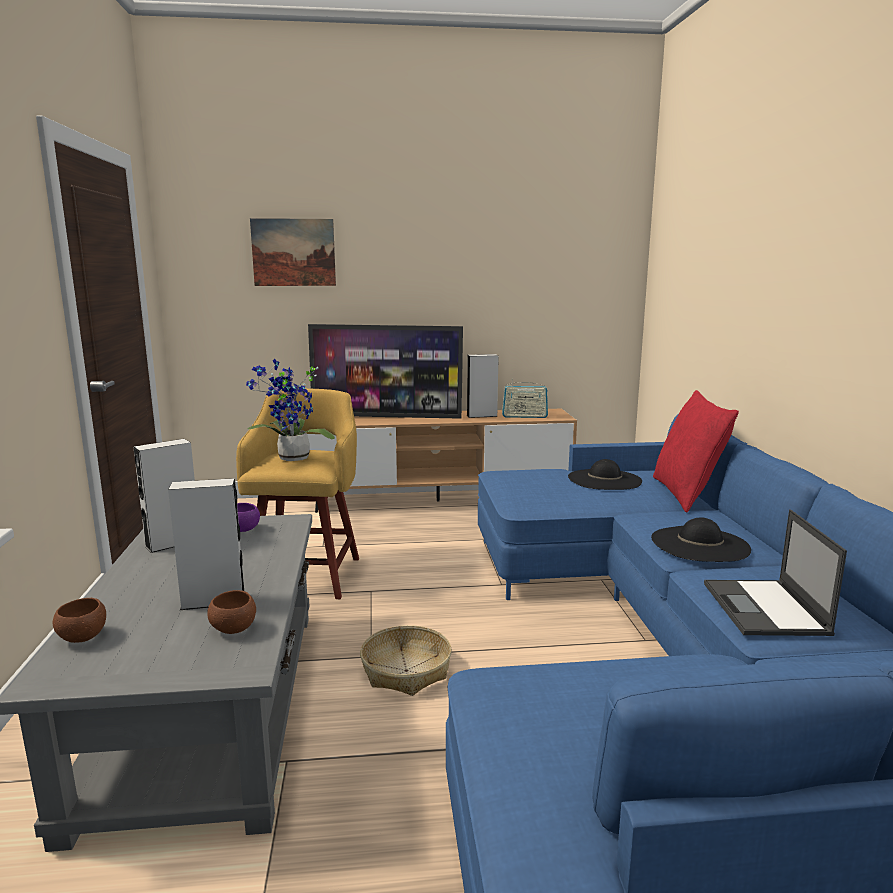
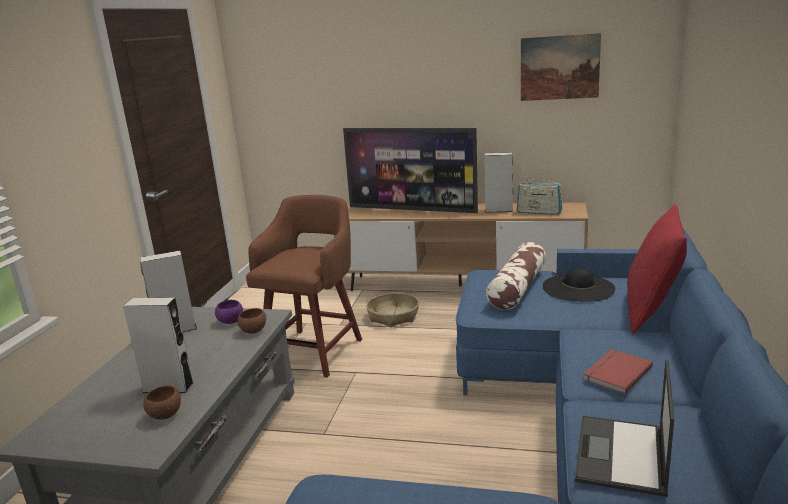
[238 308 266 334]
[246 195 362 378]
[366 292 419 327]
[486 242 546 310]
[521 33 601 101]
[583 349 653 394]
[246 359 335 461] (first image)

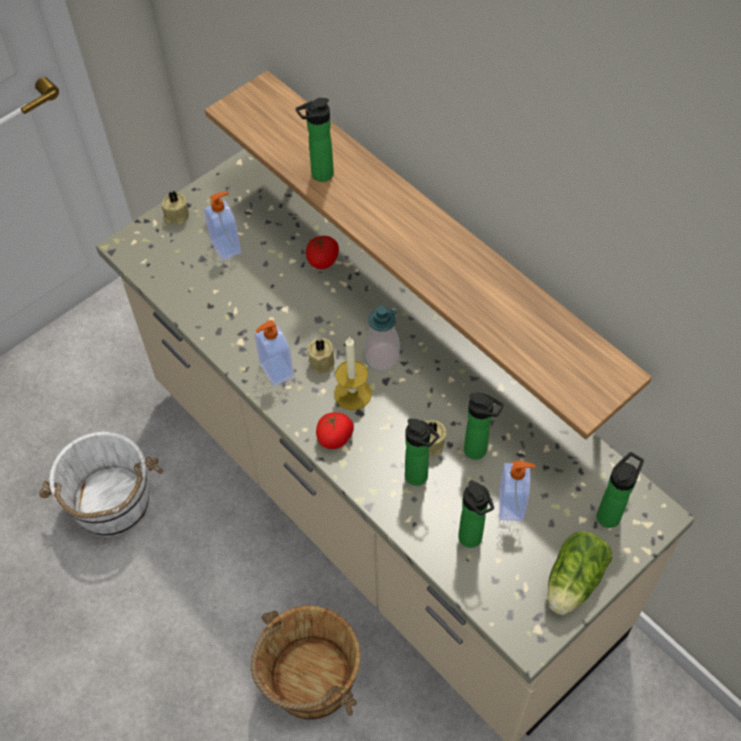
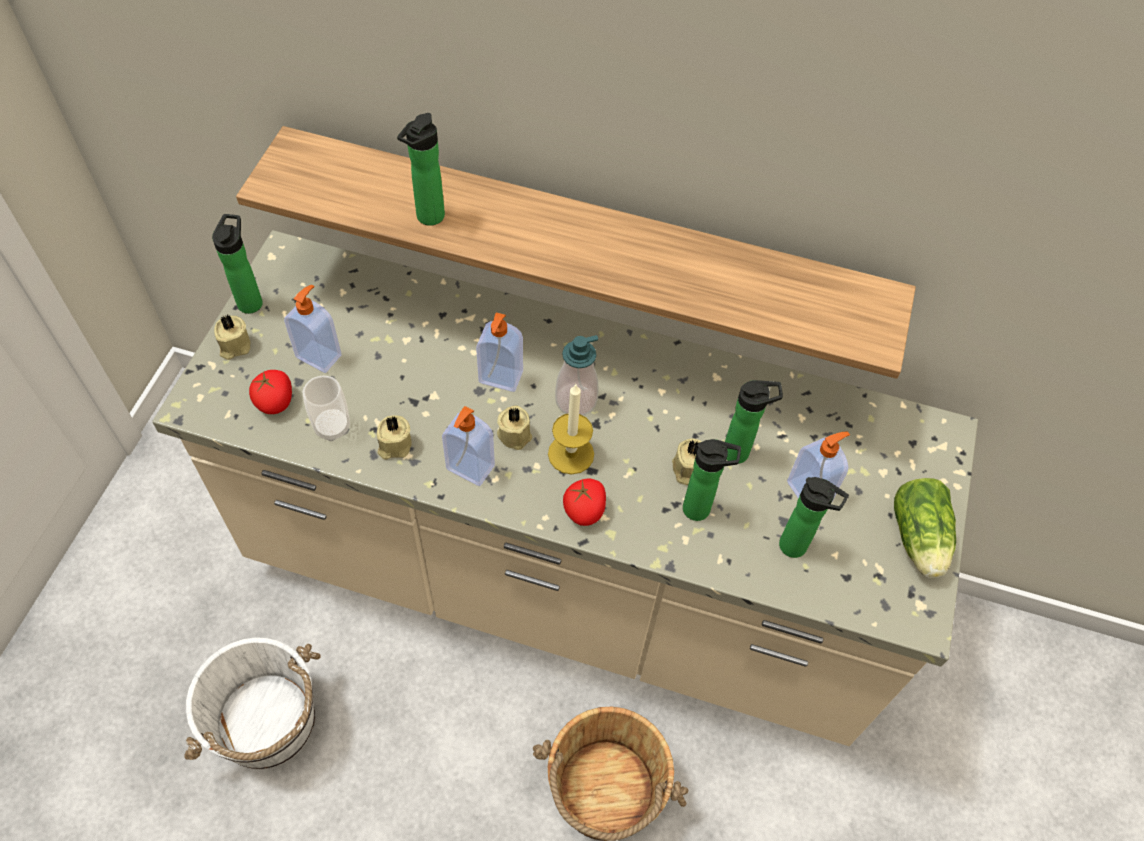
[212 214 263 314]
[249 370 292 414]
[302 376 350 441]
[377 415 412 459]
[476 312 523 392]

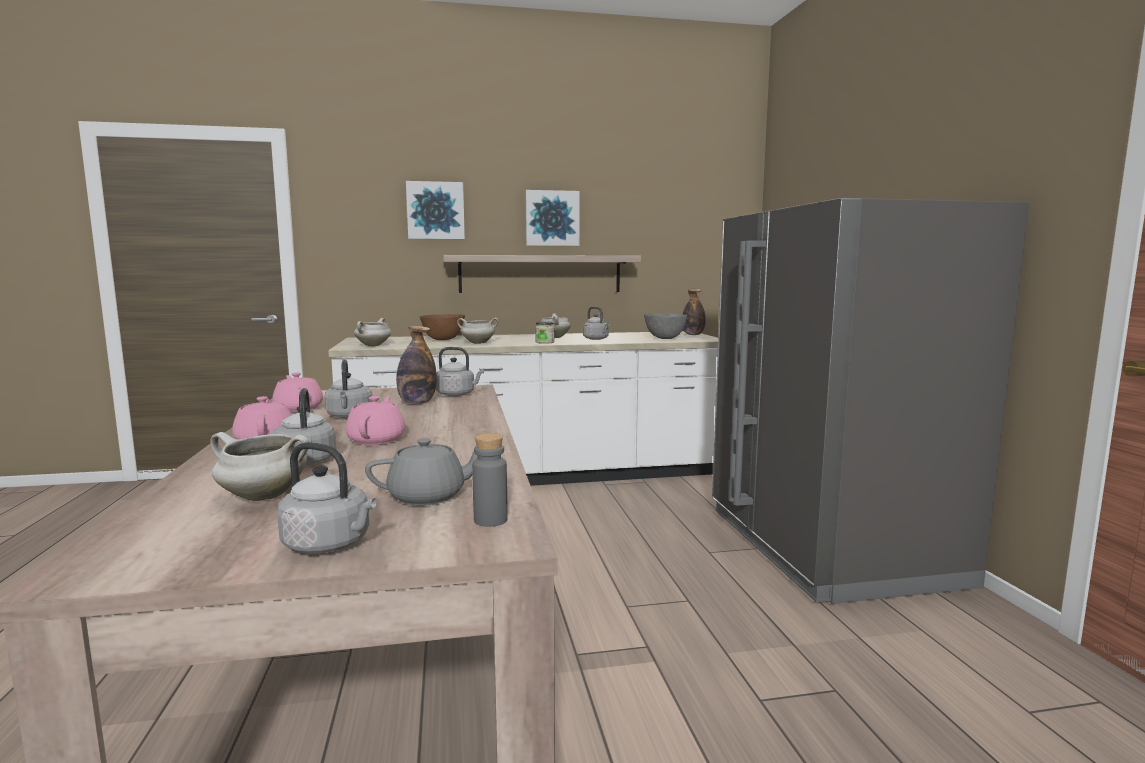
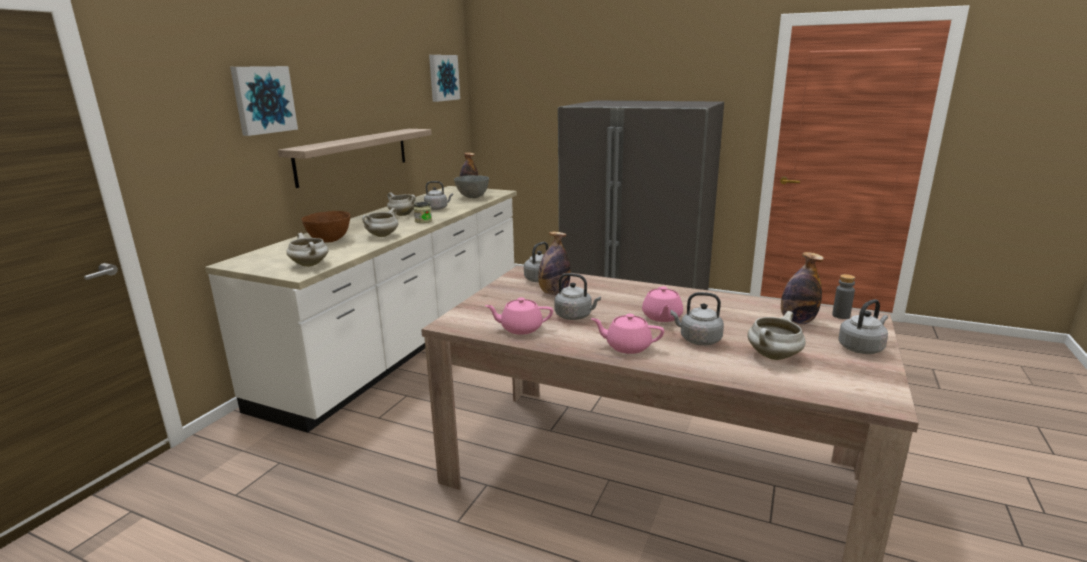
[429 55 460 102]
[642 286 683 322]
[781 252 824 324]

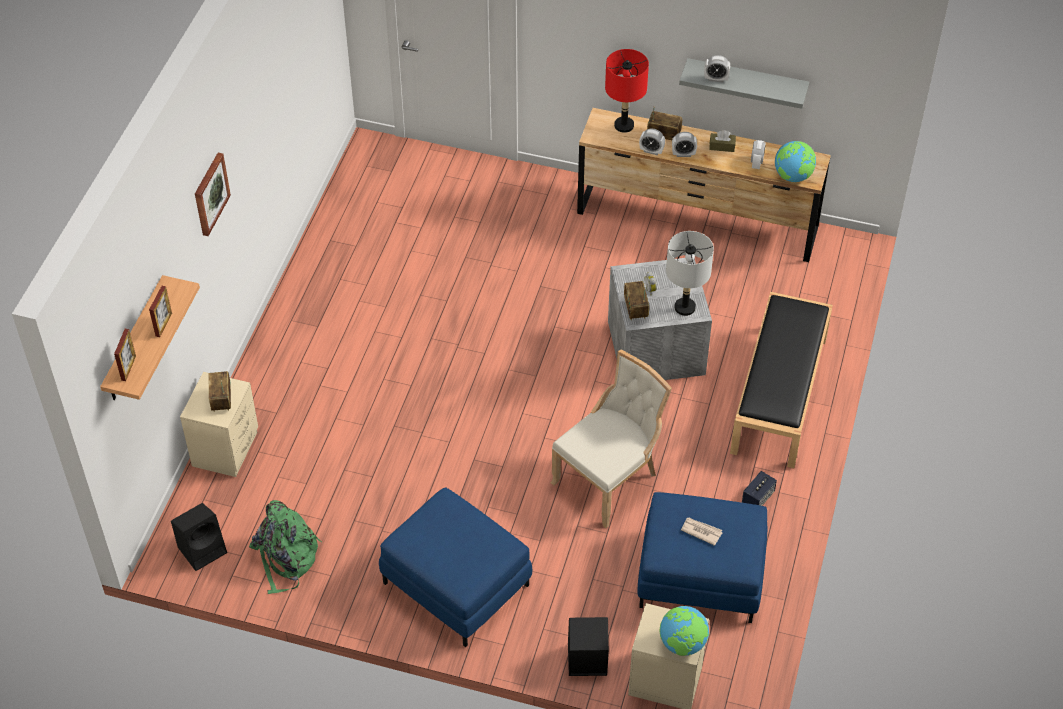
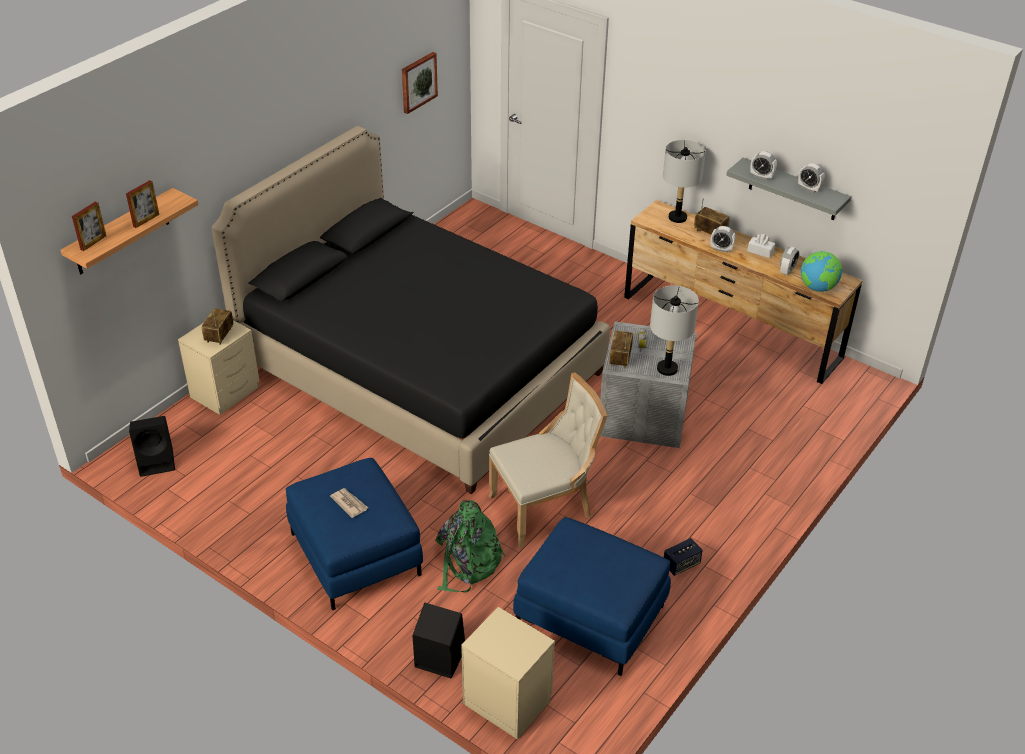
[212 126 610 494]
[330 488 368 518]
[402 52 438 114]
[435 500 506 592]
[663 140 706 223]
[747 234 775 258]
[798 163 825 193]
[660 606 709 656] (first image)
[730 292 833 468] (first image)

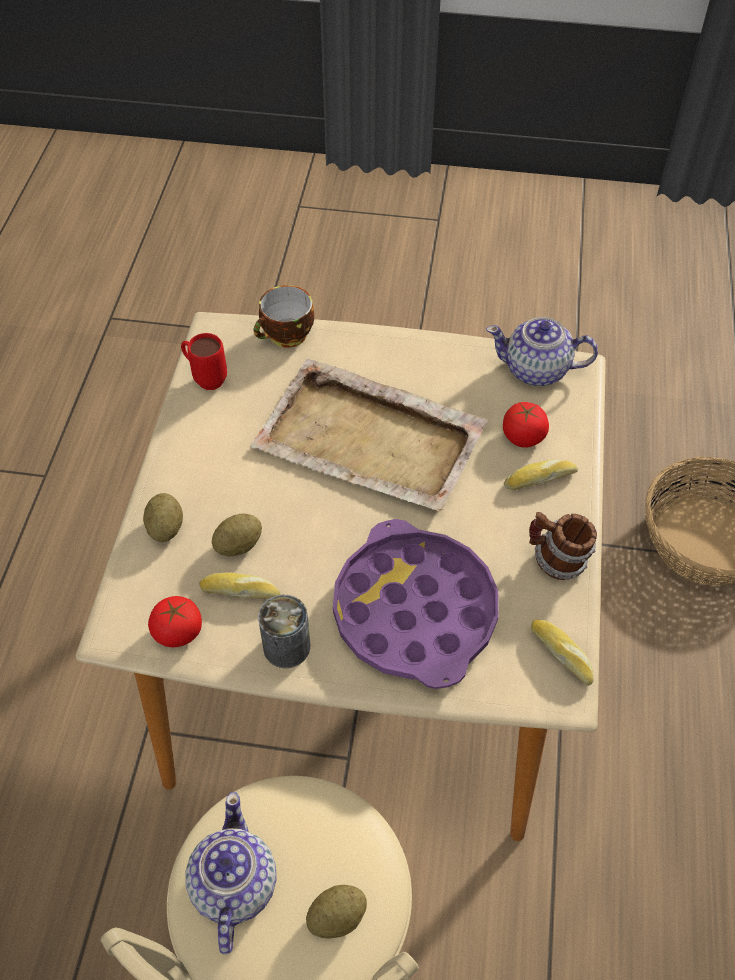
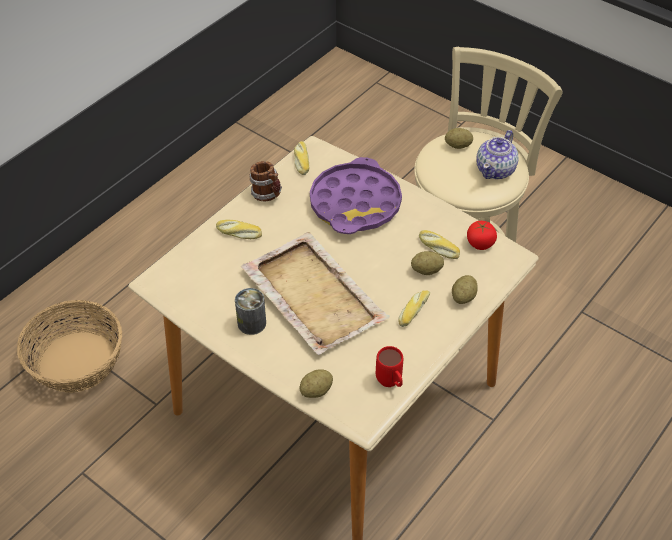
[235 288 266 335]
[299 369 333 398]
[398 290 430 327]
[486 317 598 386] (first image)
[503 402 549 448] (first image)

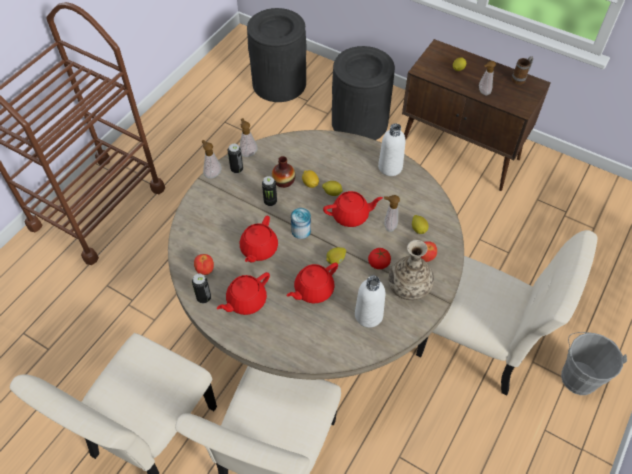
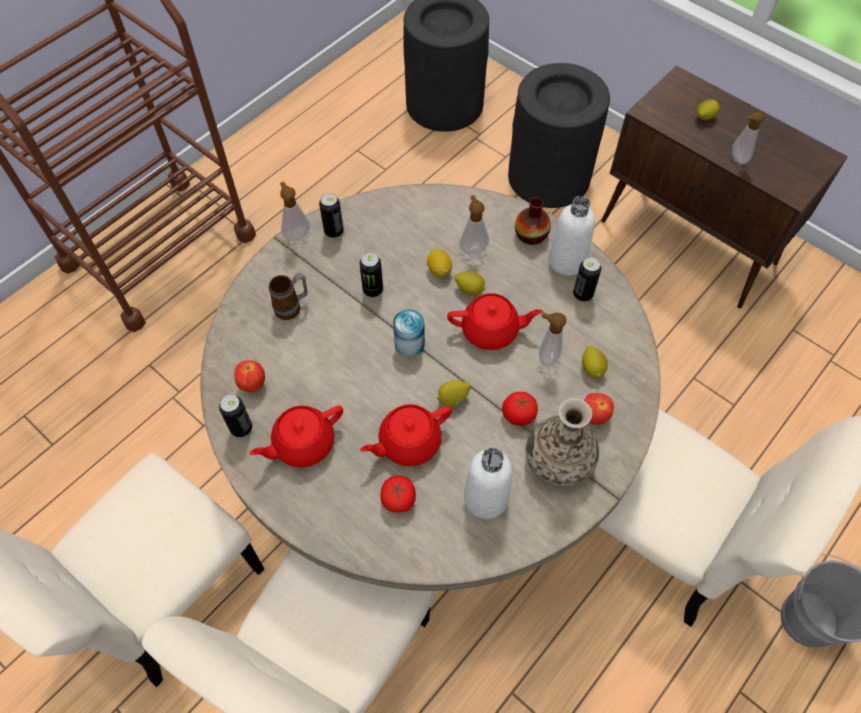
[269 273 308 320]
[380 476 416 513]
[459 195 489 254]
[515 197 551 245]
[573 257 602 302]
[240 216 278 263] (first image)

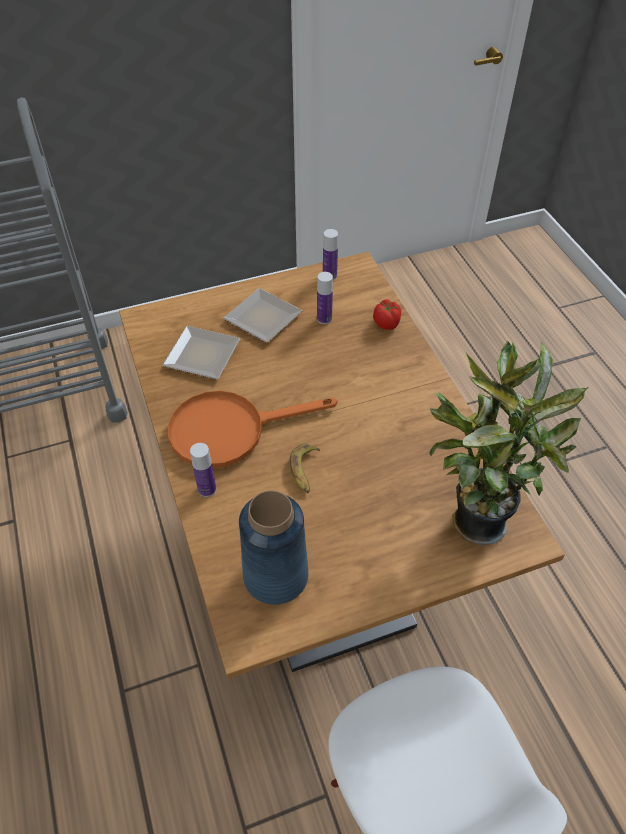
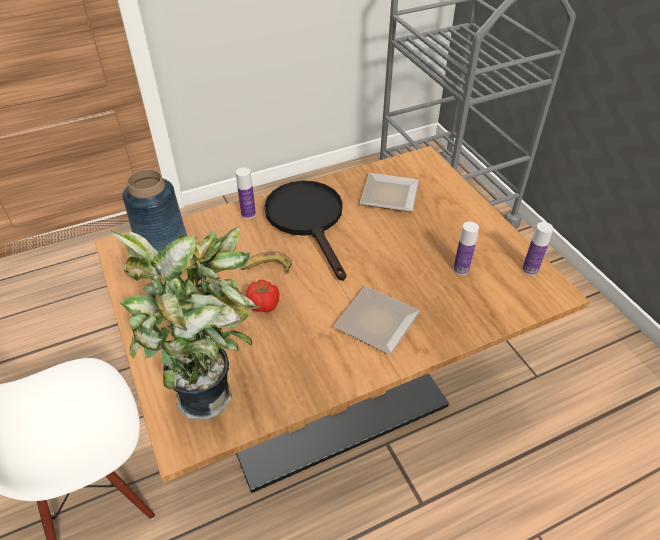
[246 280 279 313]
[265 181 346 281]
[333 286 420 355]

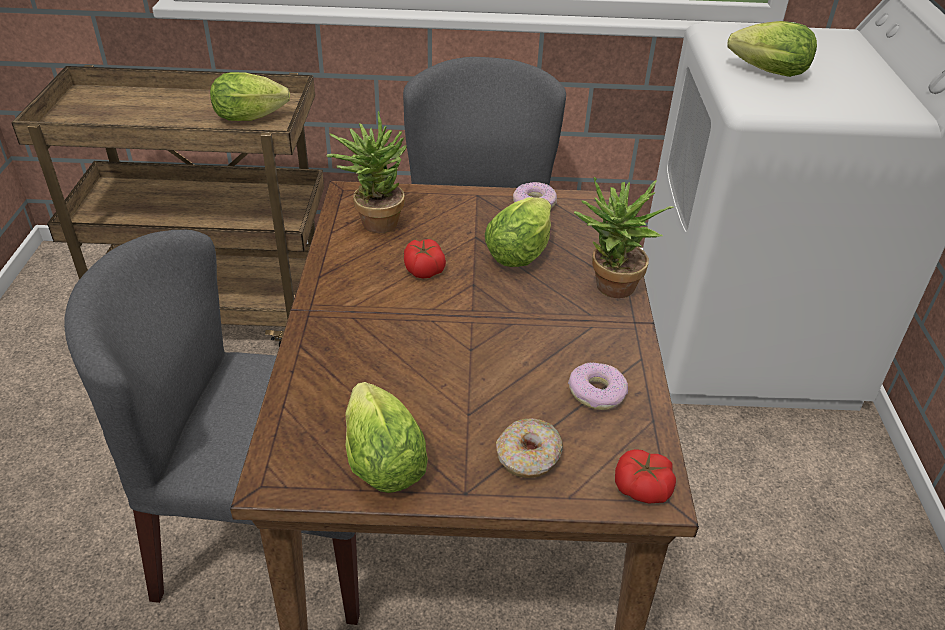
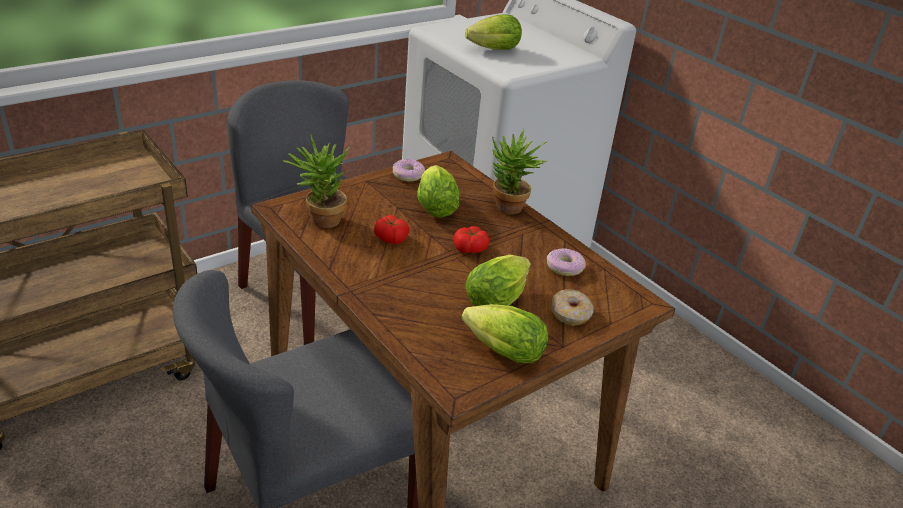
[454 226 489 253]
[465 255 531 306]

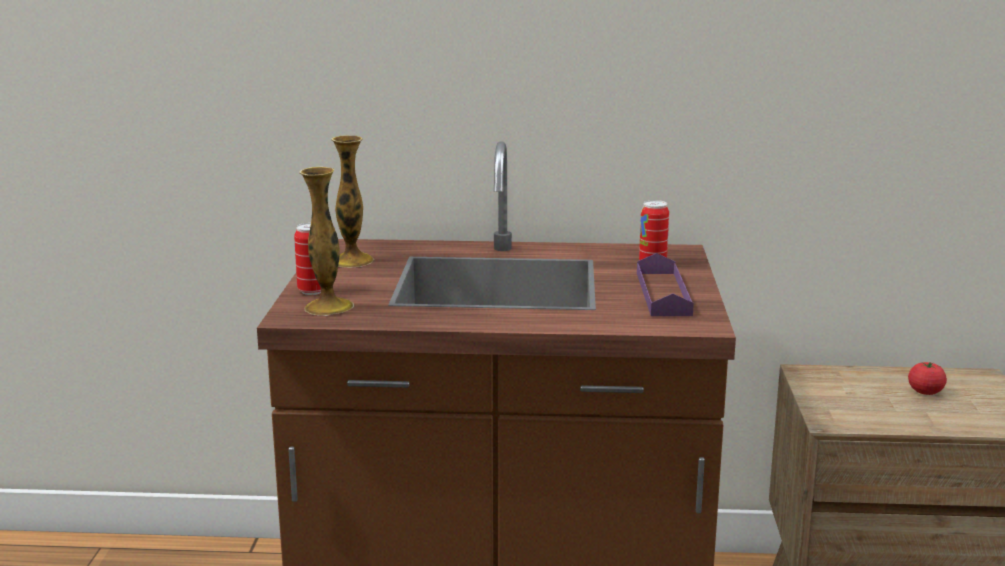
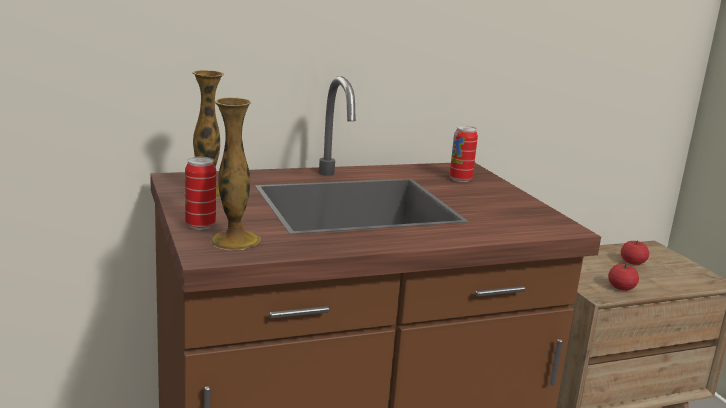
[608 264 639 291]
[637 253 694 316] (first image)

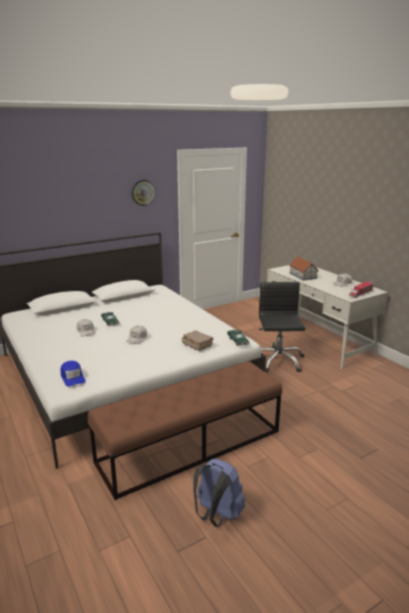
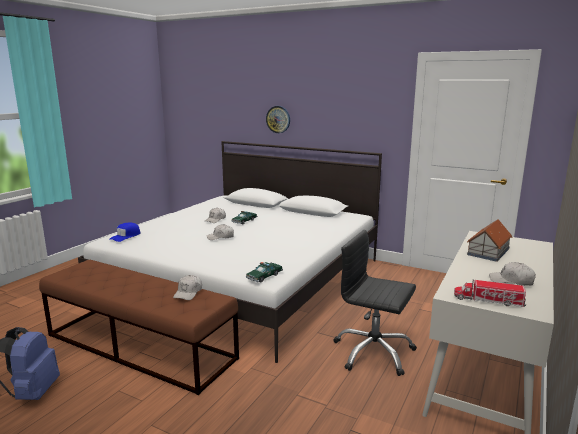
[173 275 202 300]
[266 106 290 133]
[333 230 417 376]
[182 330 214 351] (first image)

